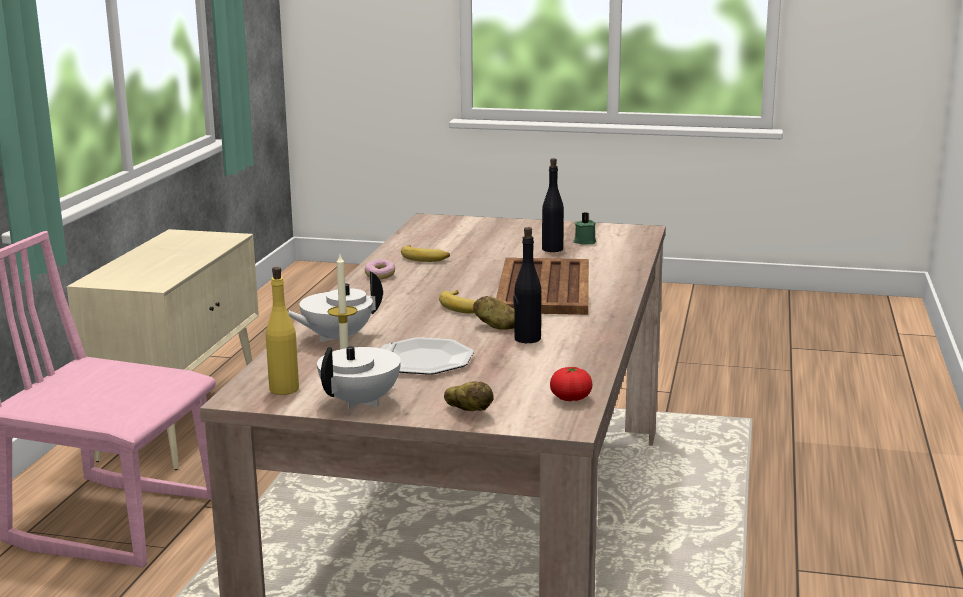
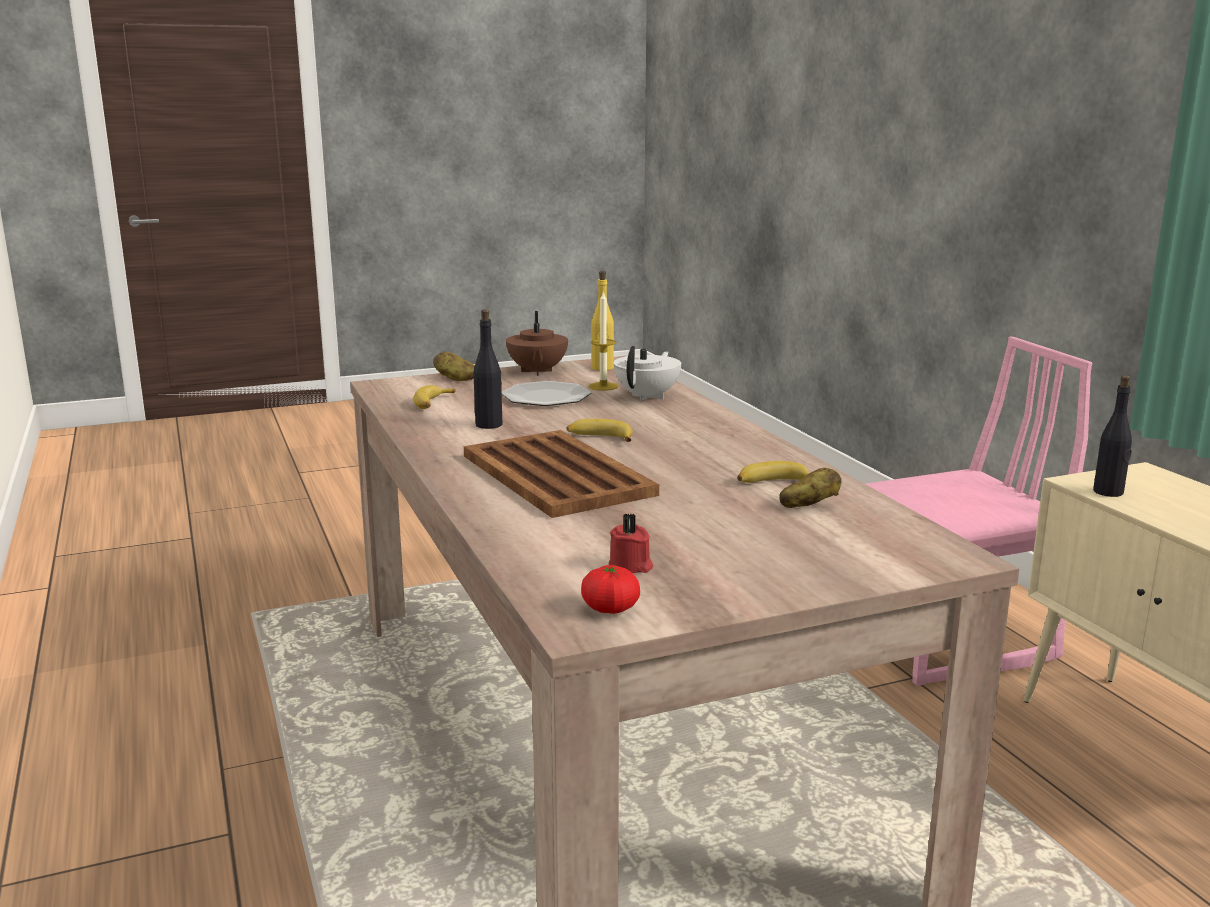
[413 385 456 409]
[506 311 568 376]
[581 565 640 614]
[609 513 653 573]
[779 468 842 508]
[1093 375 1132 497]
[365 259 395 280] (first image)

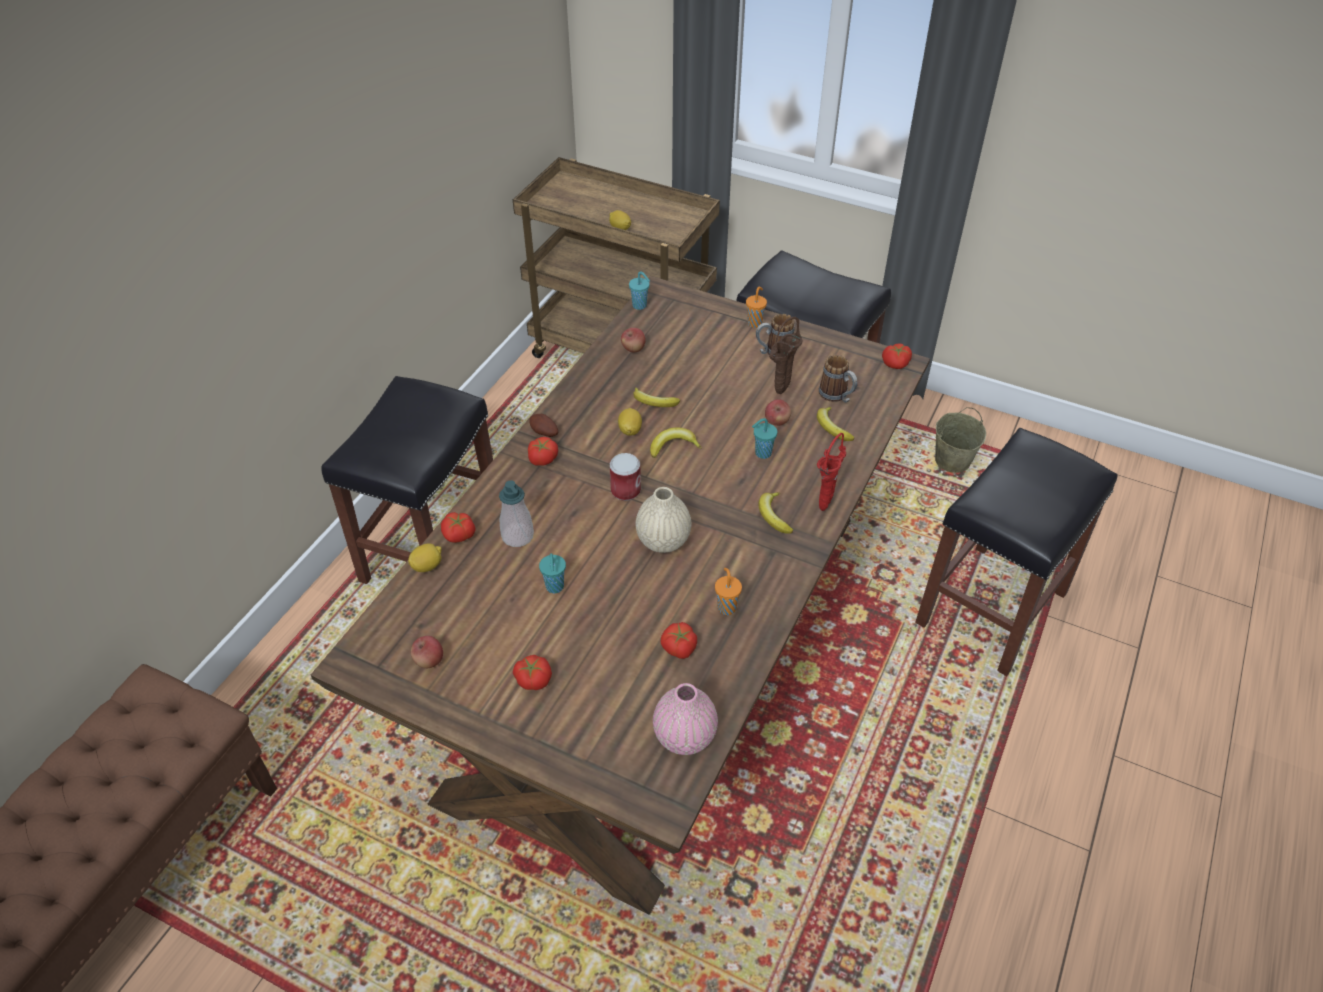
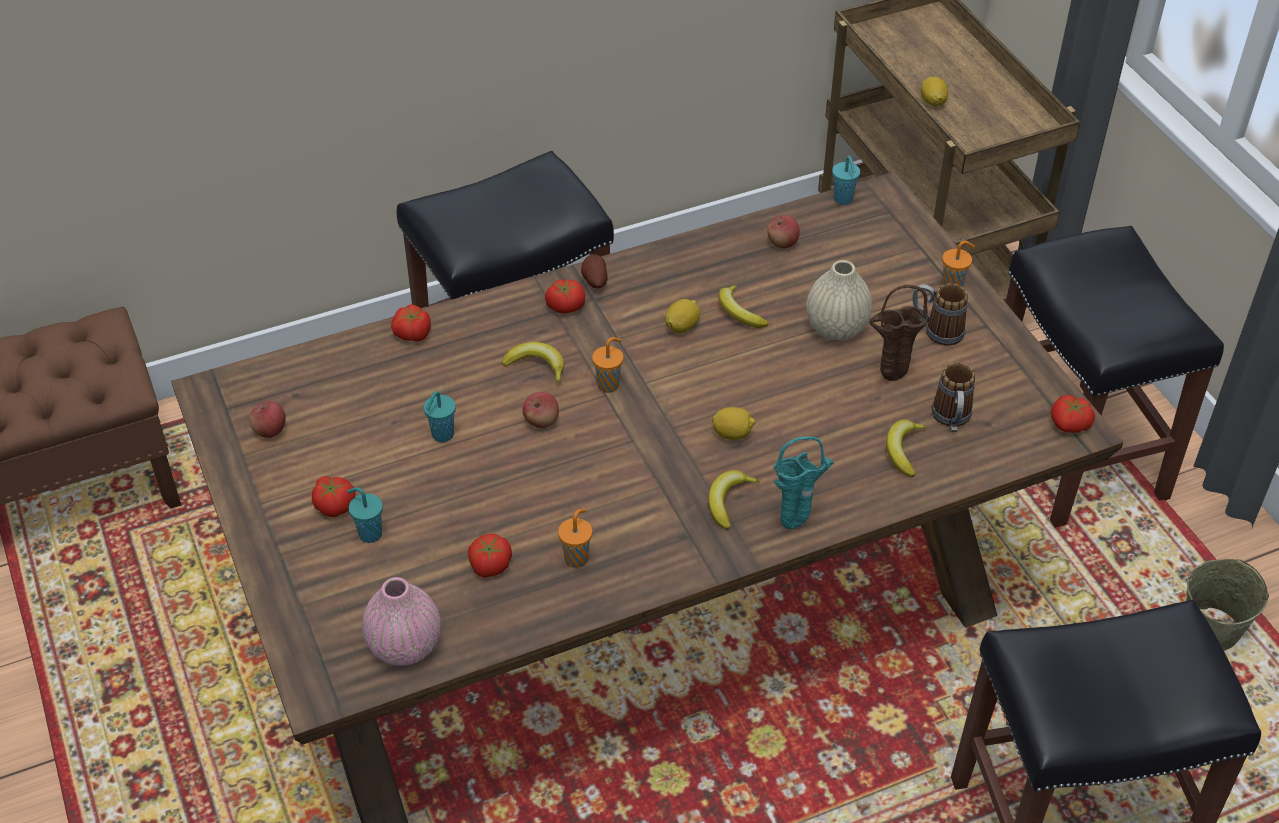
[347 487 383 543]
[502 342 564 385]
[522 392 559 428]
[592 337 623 393]
[712 407 756 440]
[774 436 834 529]
[806 260 872 340]
[499 480 534 547] (first image)

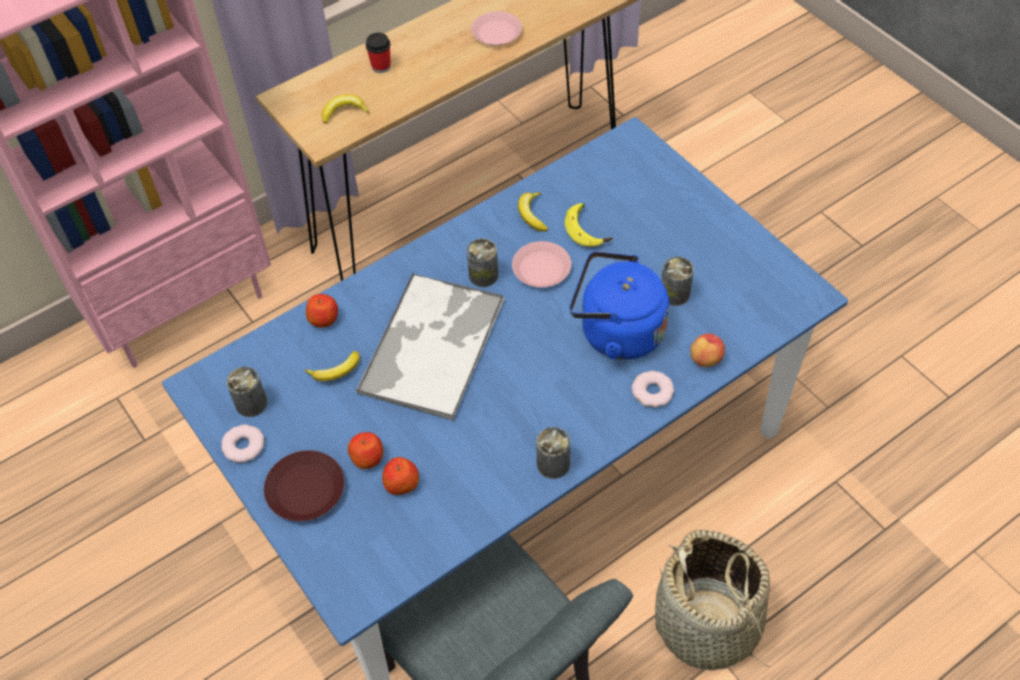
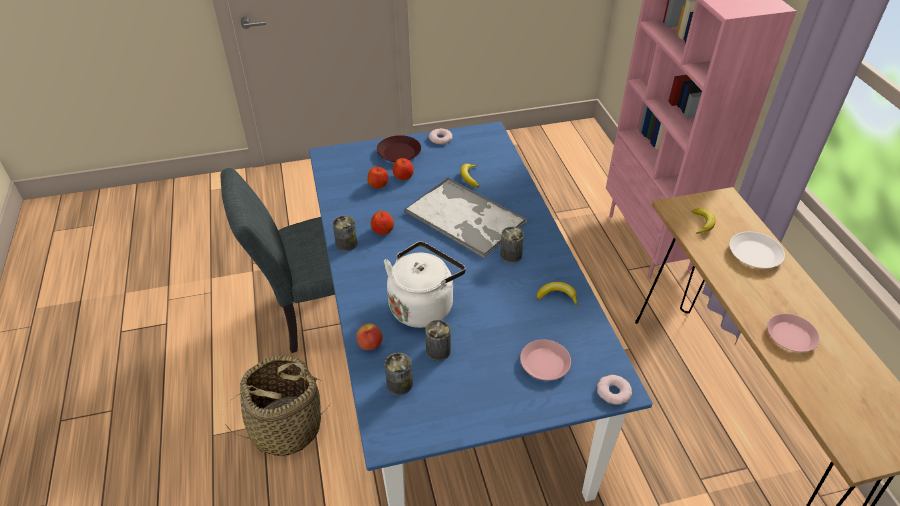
[371 211 394 235]
[384 241 466 328]
[385 353 413 395]
[520 339 571 380]
[597 375 632 405]
[730 232 785 268]
[565 203 613 247] (first image)

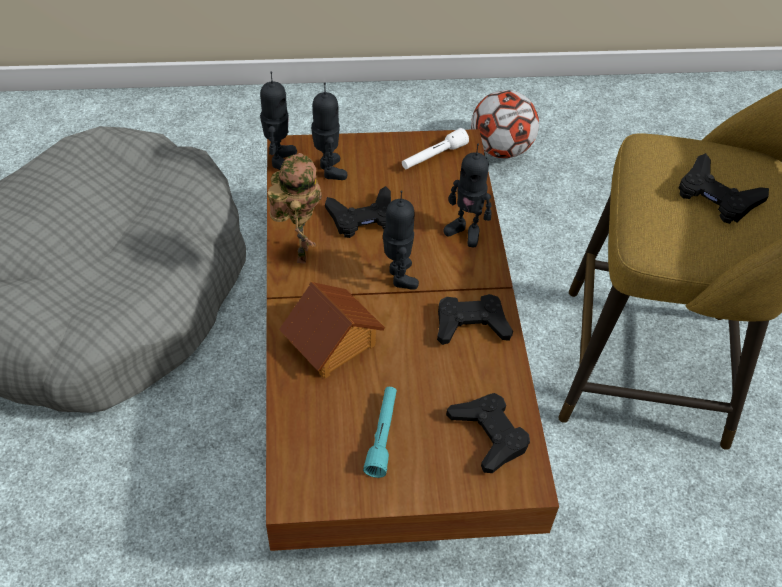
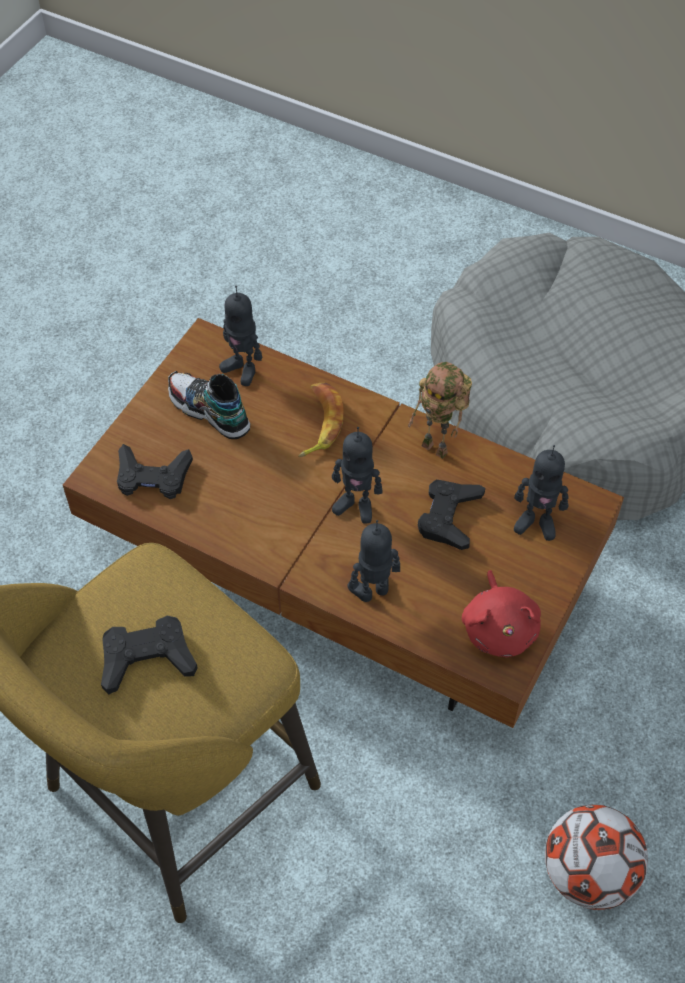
[168 371 250 439]
[219 286 263 386]
[298 383 343 457]
[462 570 541 657]
[437 294 513 345] (first image)

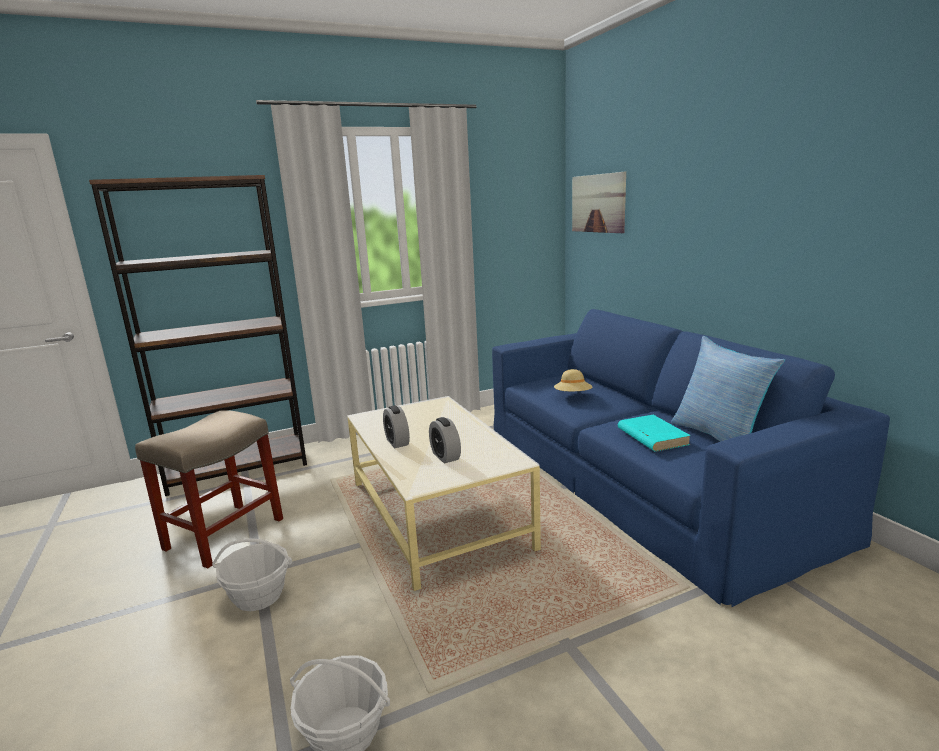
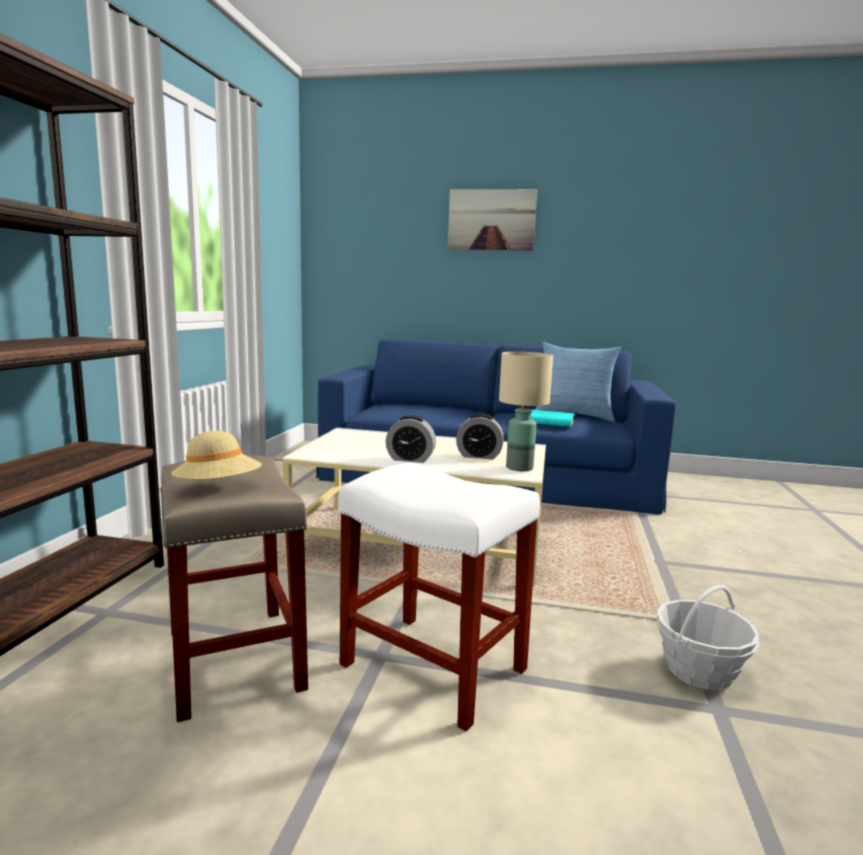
[171 431 262 480]
[338 463 540 731]
[448 189 537 251]
[499 352 553 471]

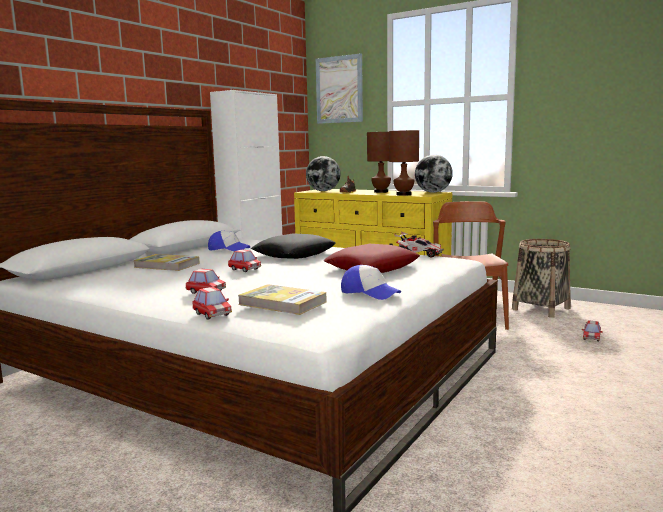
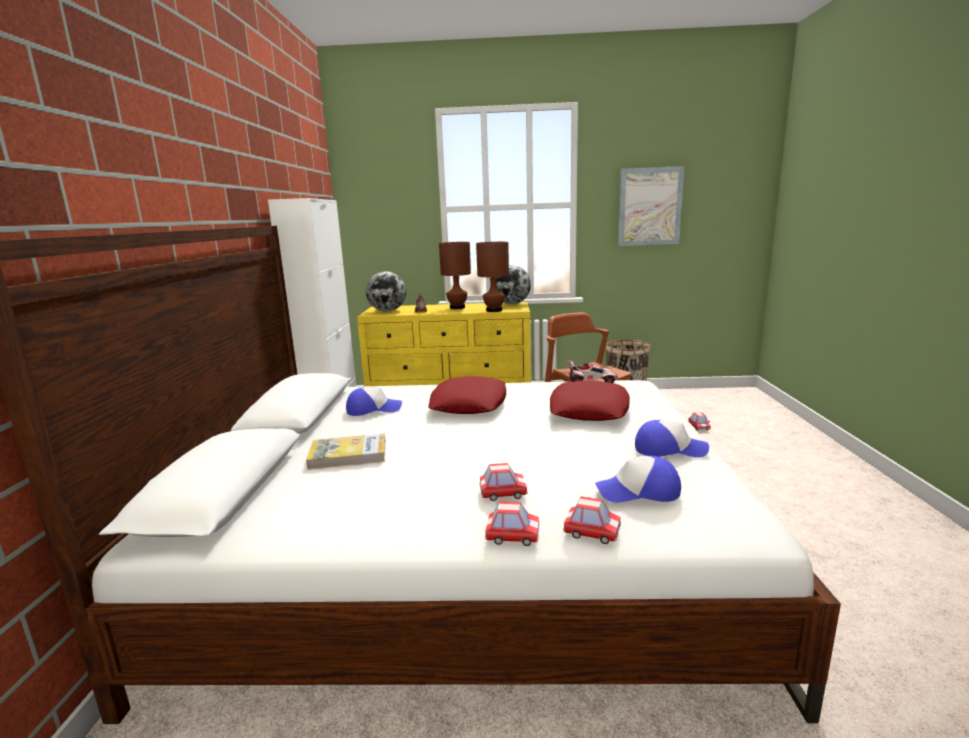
[428 376 506 414]
[485 501 539 546]
[595 455 681 503]
[618 166 684 246]

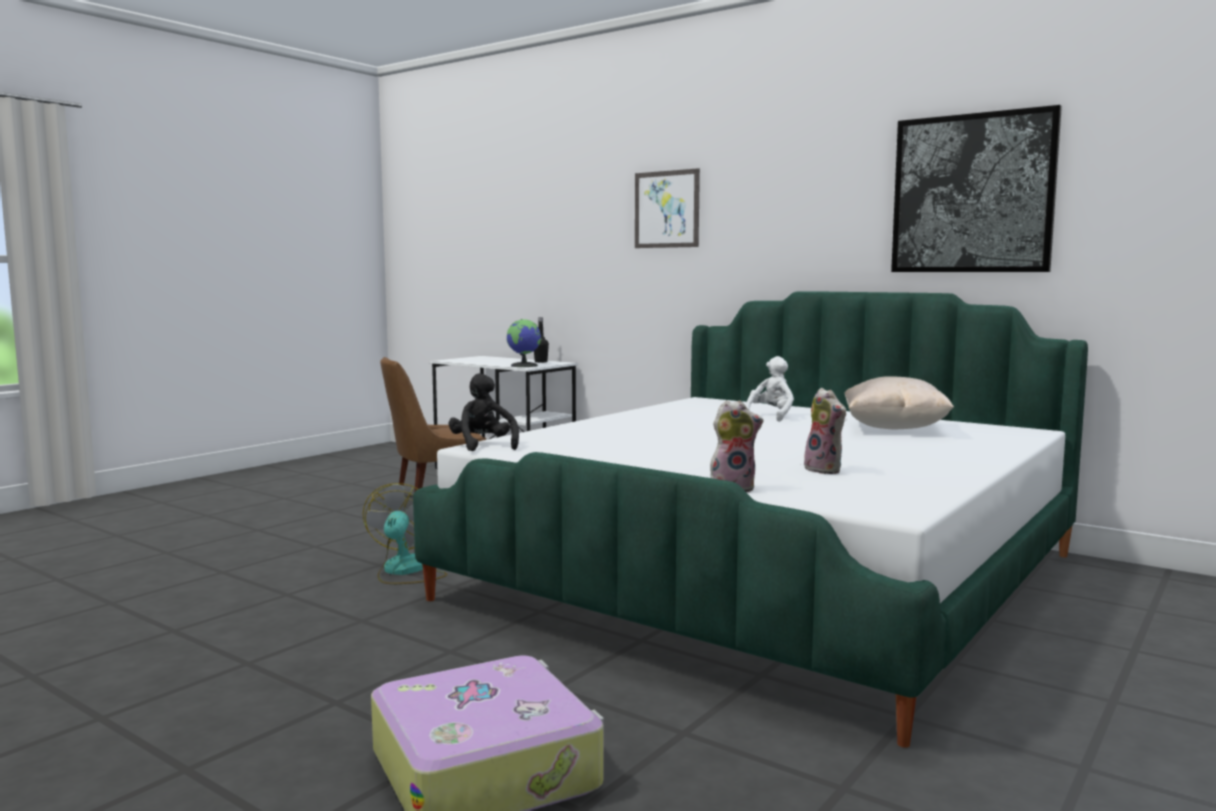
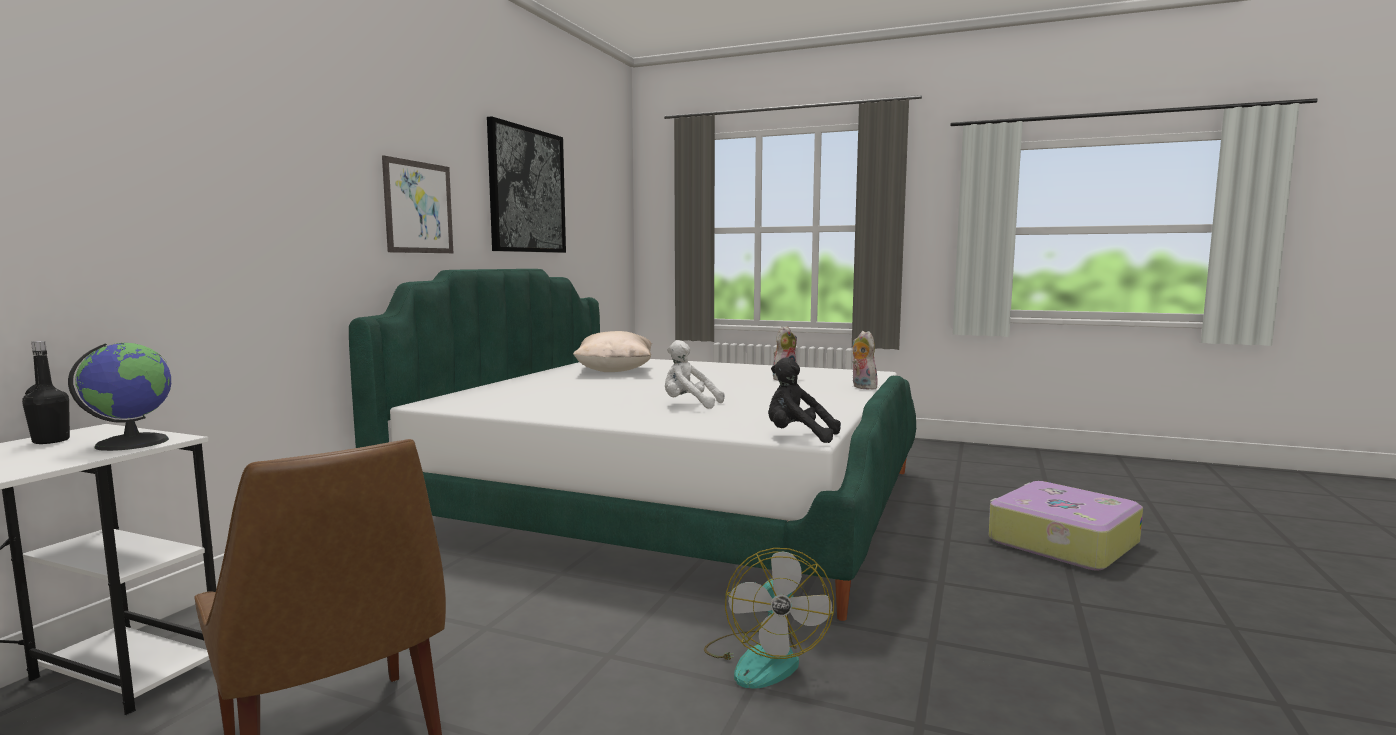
[382 155 453 253]
[665 340 724 409]
[704 548 834 689]
[768 357 841 443]

